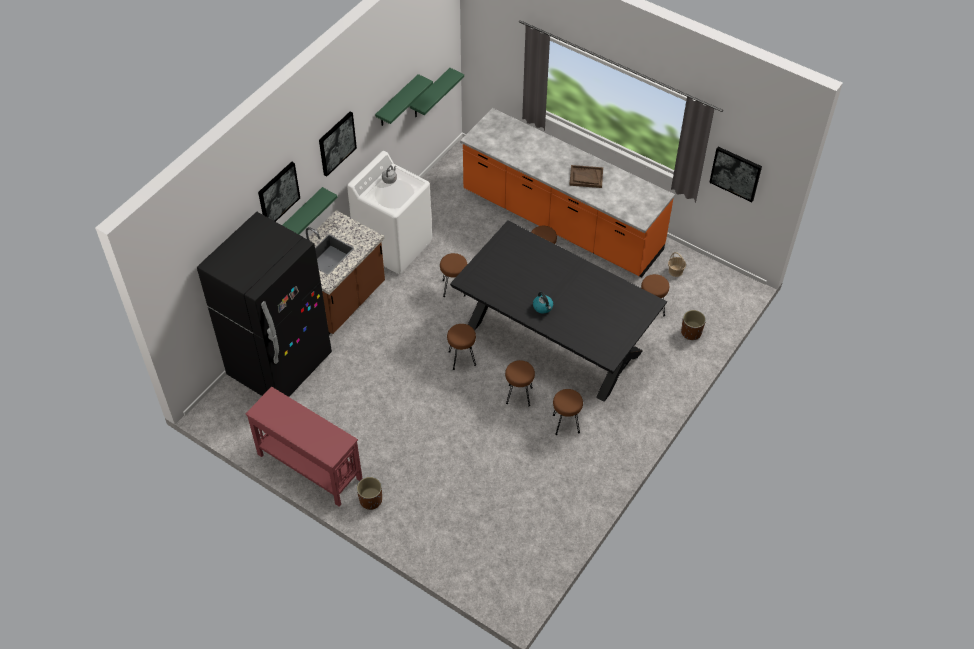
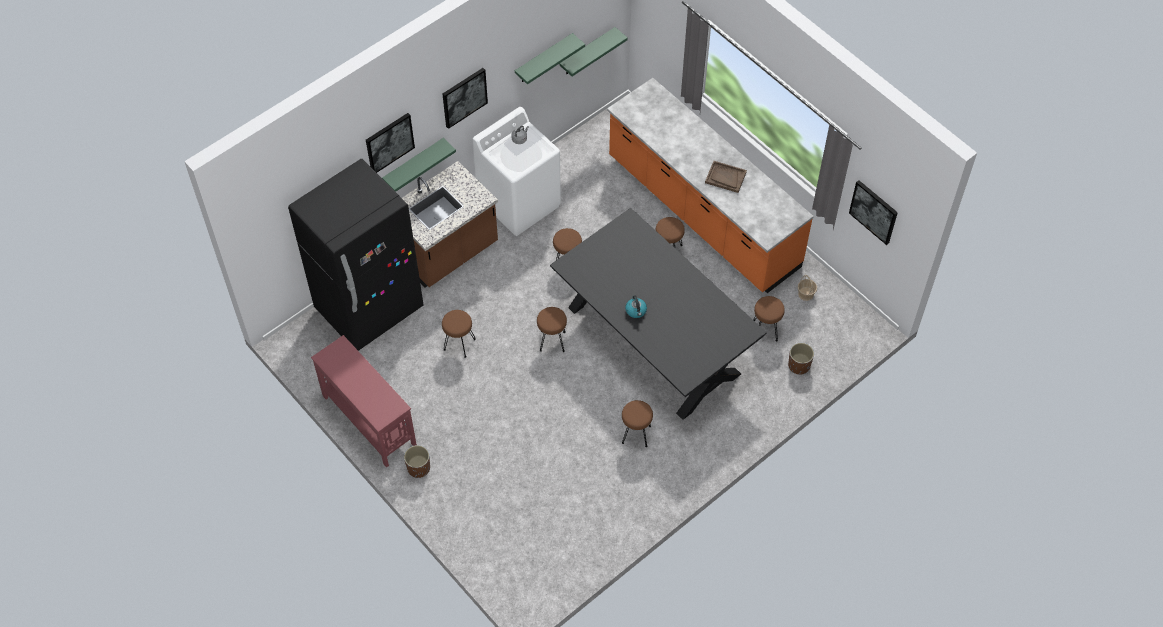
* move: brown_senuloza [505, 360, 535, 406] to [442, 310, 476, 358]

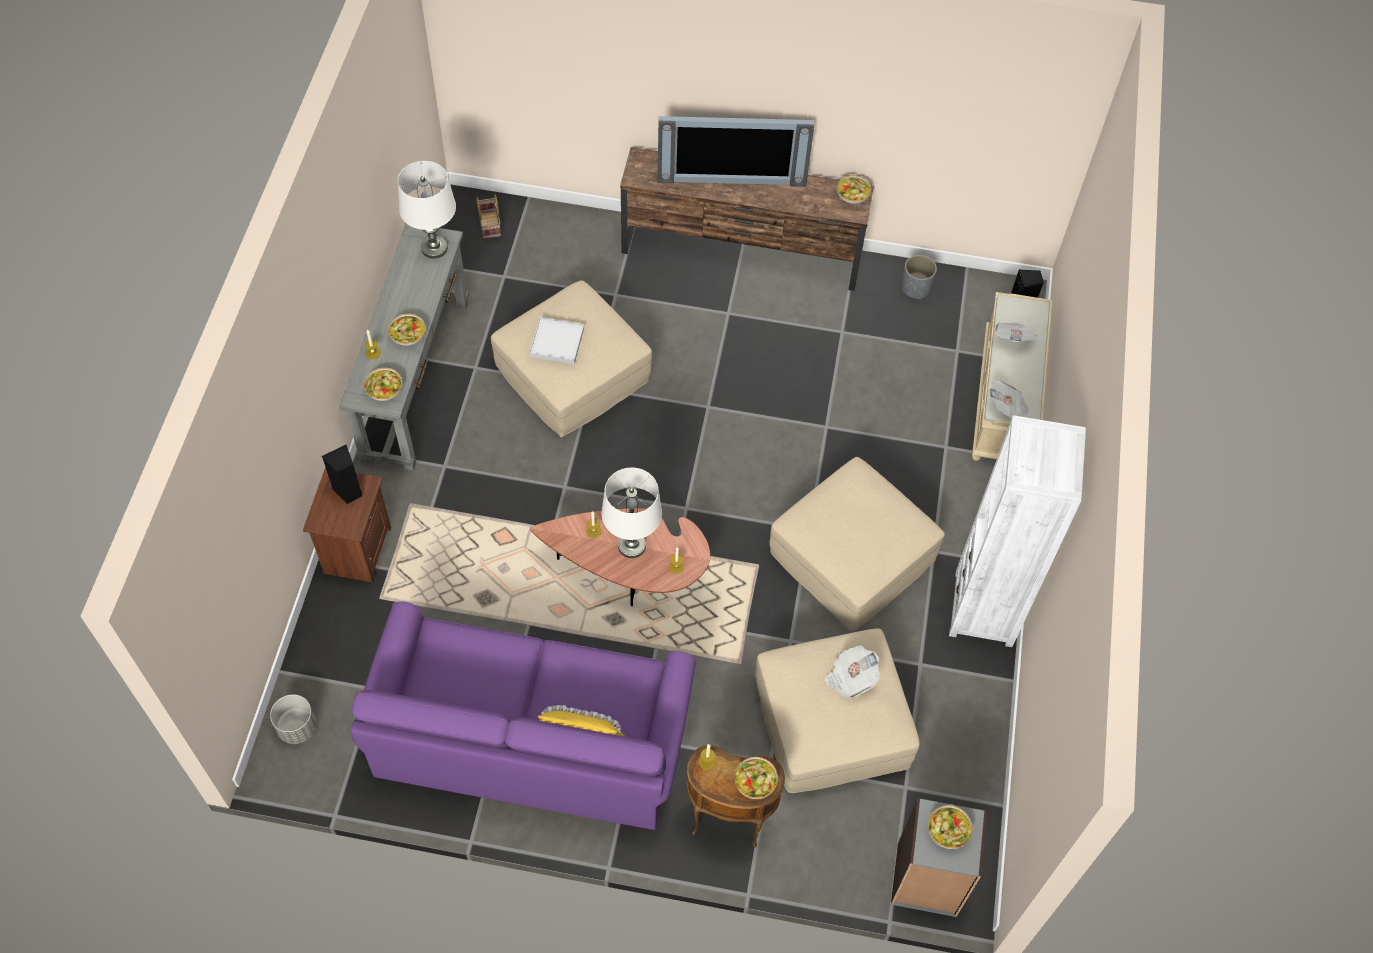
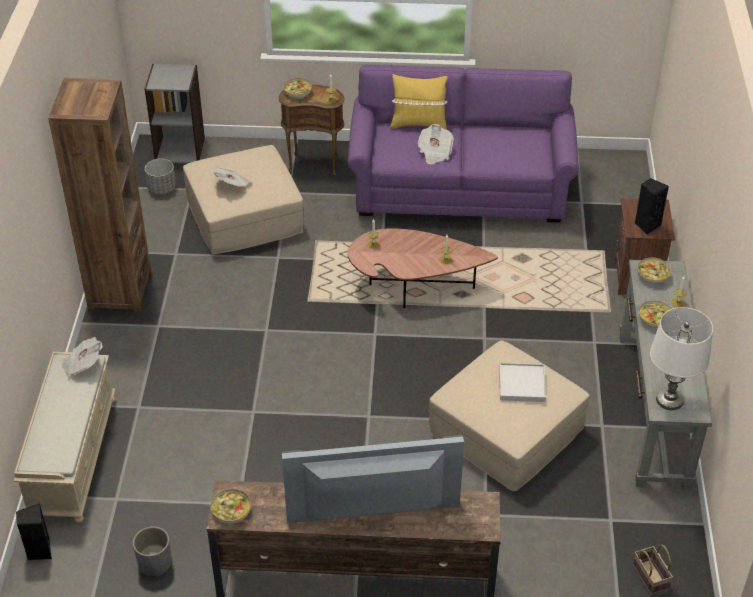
* recolor: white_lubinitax [949, 415, 1086, 647] to brown_lubinitax [48, 78, 152, 315]
* move: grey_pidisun [270, 694, 317, 744] to [145, 159, 176, 194]
* move: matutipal [994, 322, 1037, 342] to [417, 124, 454, 164]
* delete: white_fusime [601, 467, 662, 558]
* delete: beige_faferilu [769, 457, 945, 631]
* delete: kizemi [928, 805, 973, 849]

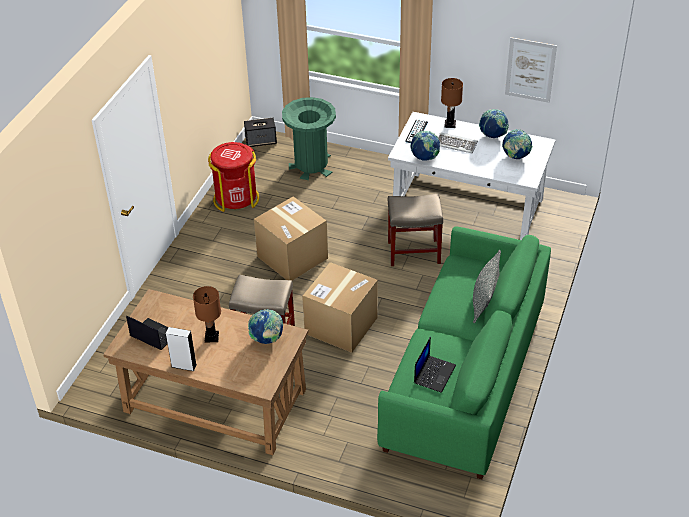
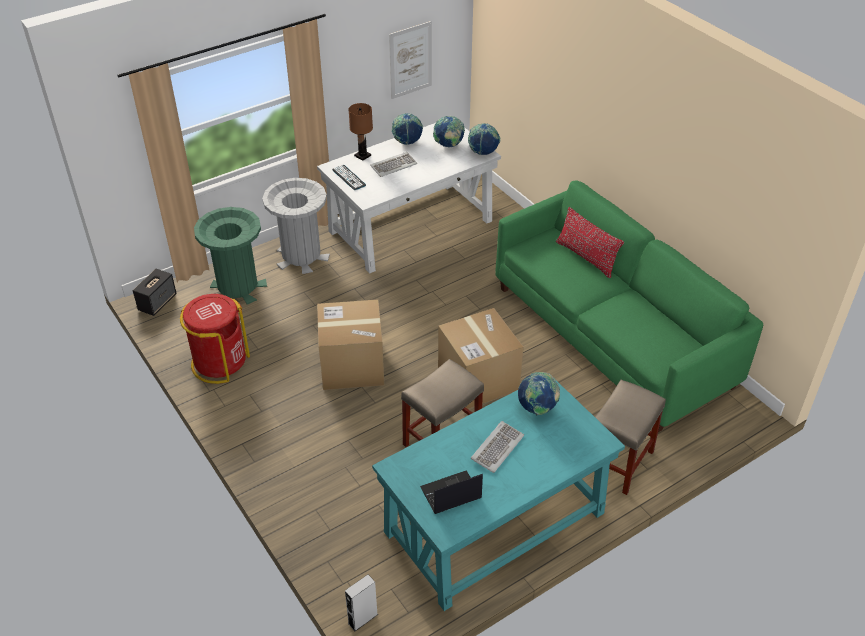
* insert: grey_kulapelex [262, 178, 330, 274]
* move: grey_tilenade [166, 327, 197, 371] to [345, 575, 378, 631]
* recolor: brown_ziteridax [103, 289, 309, 455] to turquoise_ziteridax [372, 381, 625, 611]
* move: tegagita [410, 131, 440, 160] to [468, 123, 500, 155]
* replace: brown_fusime [193, 286, 221, 342] to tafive [471, 421, 524, 473]
* recolor: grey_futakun [473, 250, 501, 323] to red_futakun [556, 207, 624, 278]
* move: beige_senuloza [388, 194, 443, 266] to [595, 380, 666, 495]
* delete: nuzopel [414, 337, 456, 393]

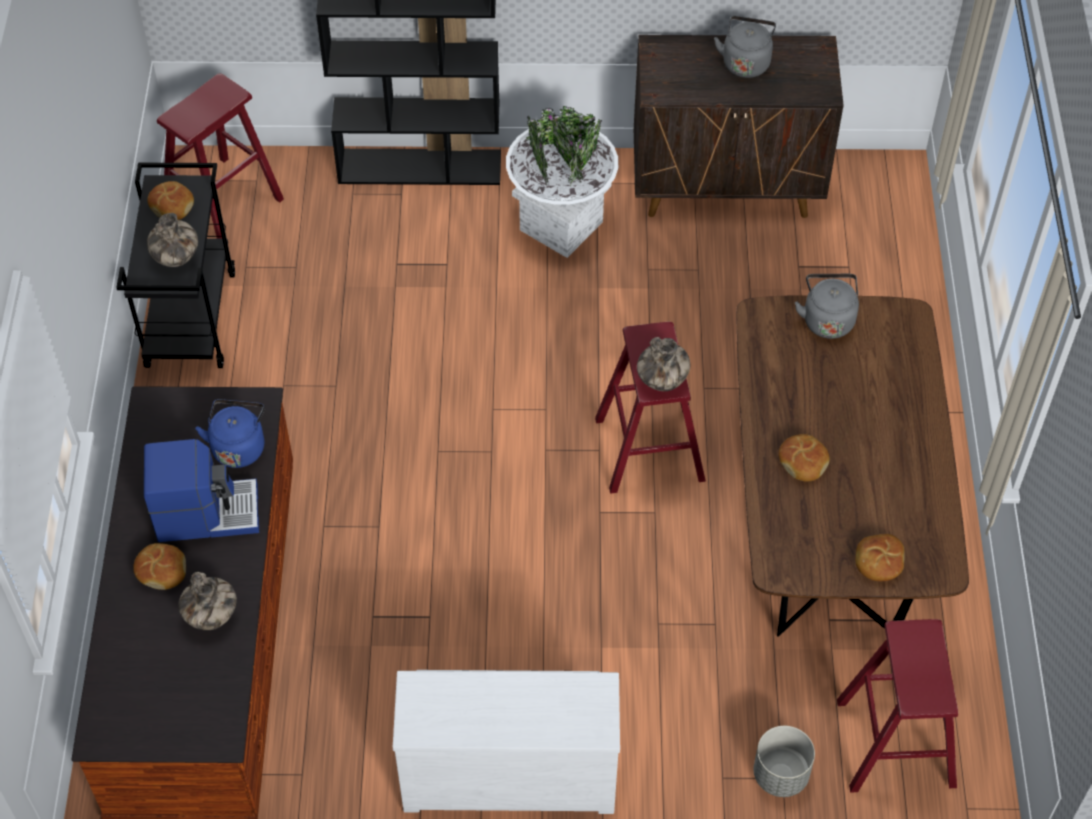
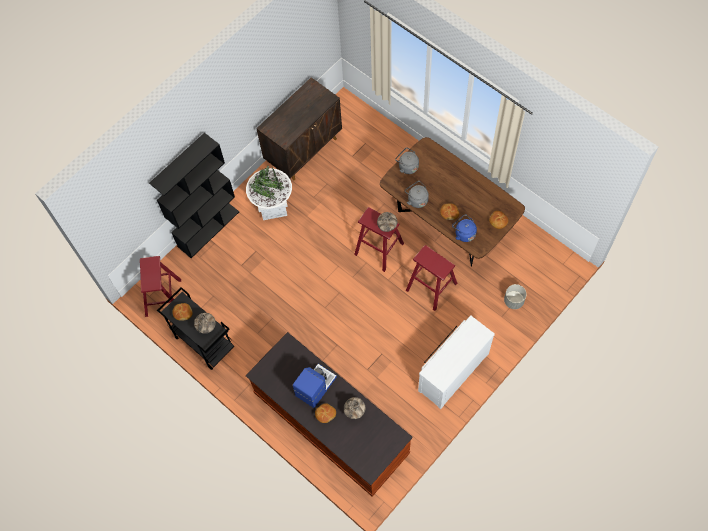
* move: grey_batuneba [714, 16, 776, 78] to [405, 181, 429, 208]
* move: red_senuloza [837, 619, 958, 793] to [406, 245, 458, 311]
* move: blue_batuneba [195, 399, 265, 468] to [452, 214, 477, 242]

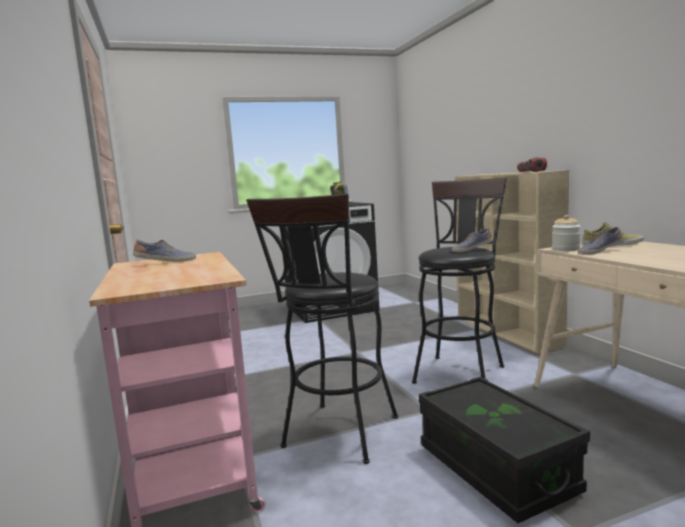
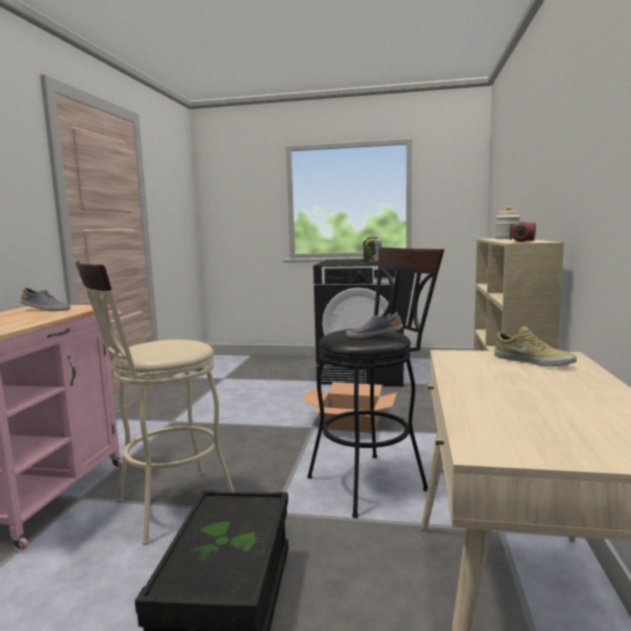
* recolor: black_senuloza [246, 194, 398, 464] to beige_senuloza [75, 260, 234, 545]
* insert: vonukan [301, 382, 397, 433]
* move: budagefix [552, 215, 581, 251] to [495, 206, 521, 239]
* delete: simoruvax [578, 227, 623, 255]

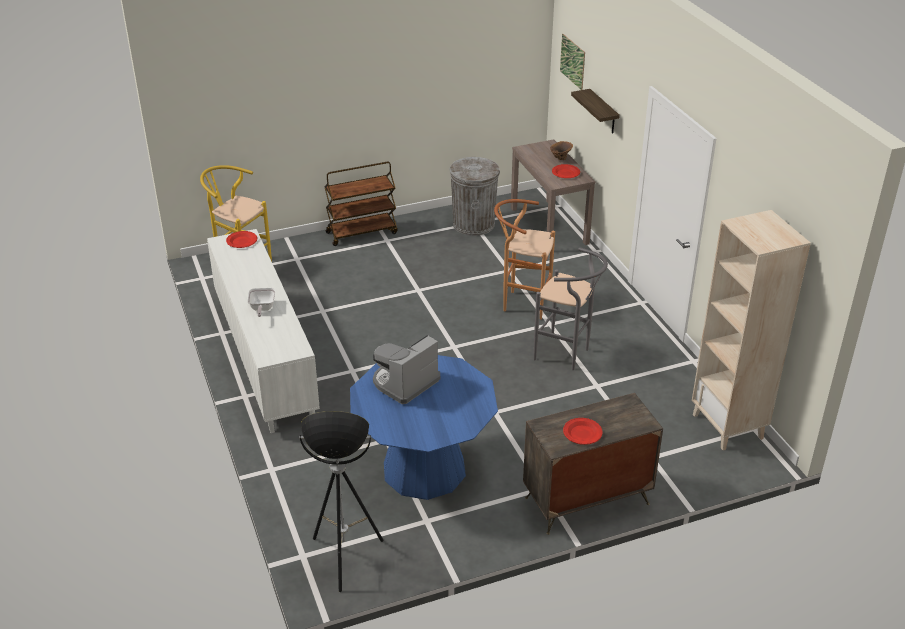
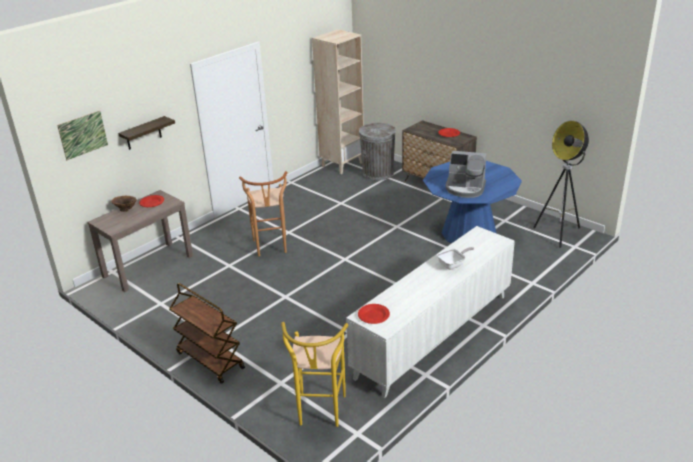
* move: grey_kulapelex [449, 157, 500, 236] to [359, 123, 396, 181]
* delete: grey_senuloza [534, 247, 608, 370]

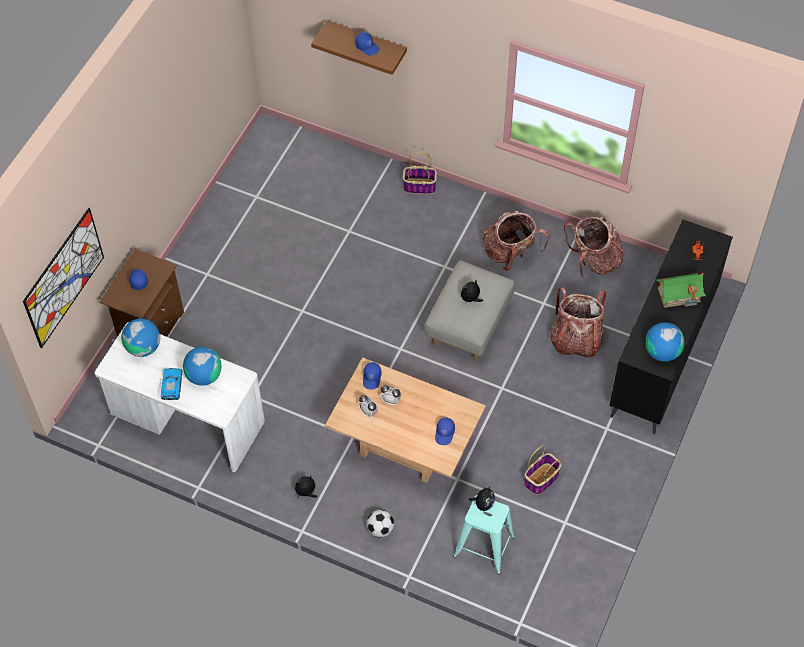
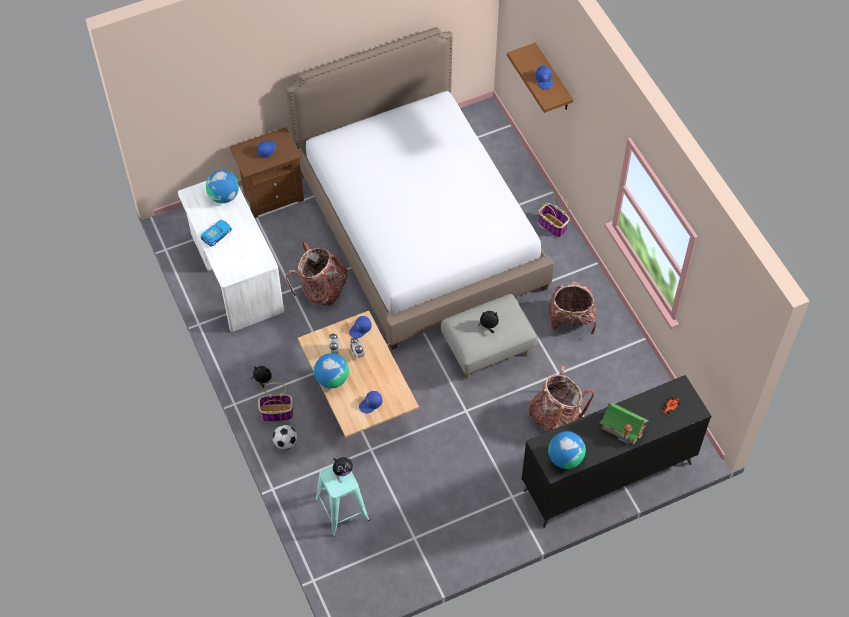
* move: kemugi [524, 445, 561, 495] to [258, 383, 293, 422]
* insert: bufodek [286, 27, 554, 350]
* move: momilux [564, 217, 625, 280] to [286, 241, 348, 306]
* move: tegagita [183, 347, 221, 386] to [314, 353, 349, 389]
* delete: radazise [23, 208, 104, 348]

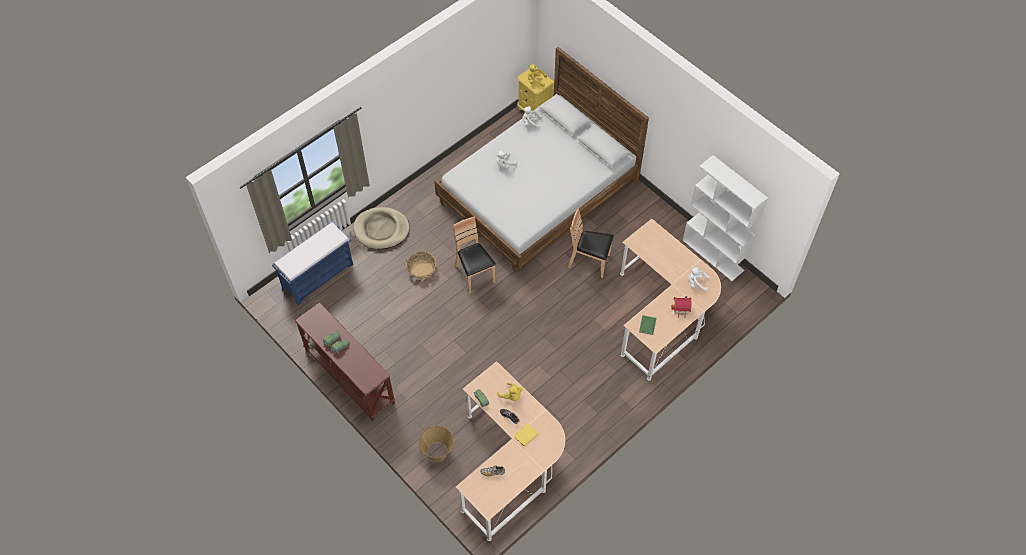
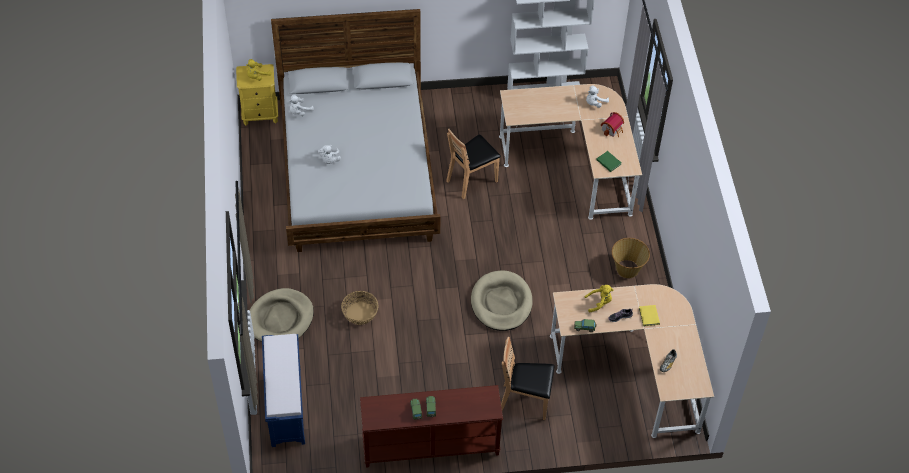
* insert: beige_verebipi [471, 270, 532, 331]
* move: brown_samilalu [453, 217, 496, 294] to [501, 337, 555, 420]
* move: kemugi [419, 425, 454, 462] to [612, 238, 650, 278]

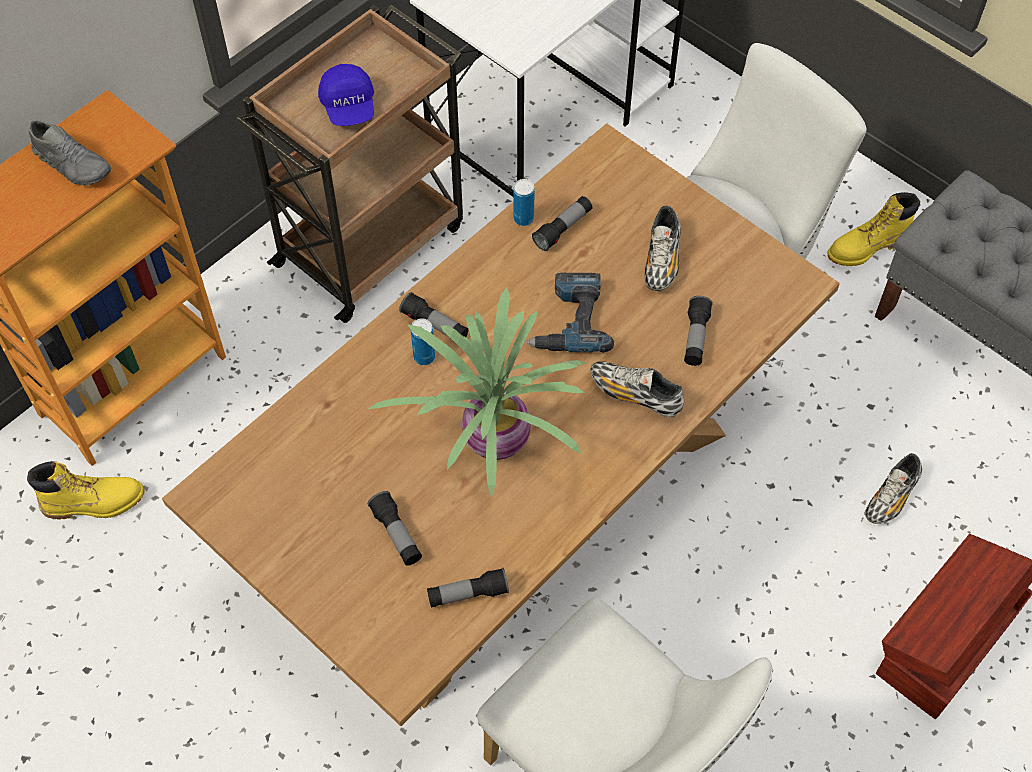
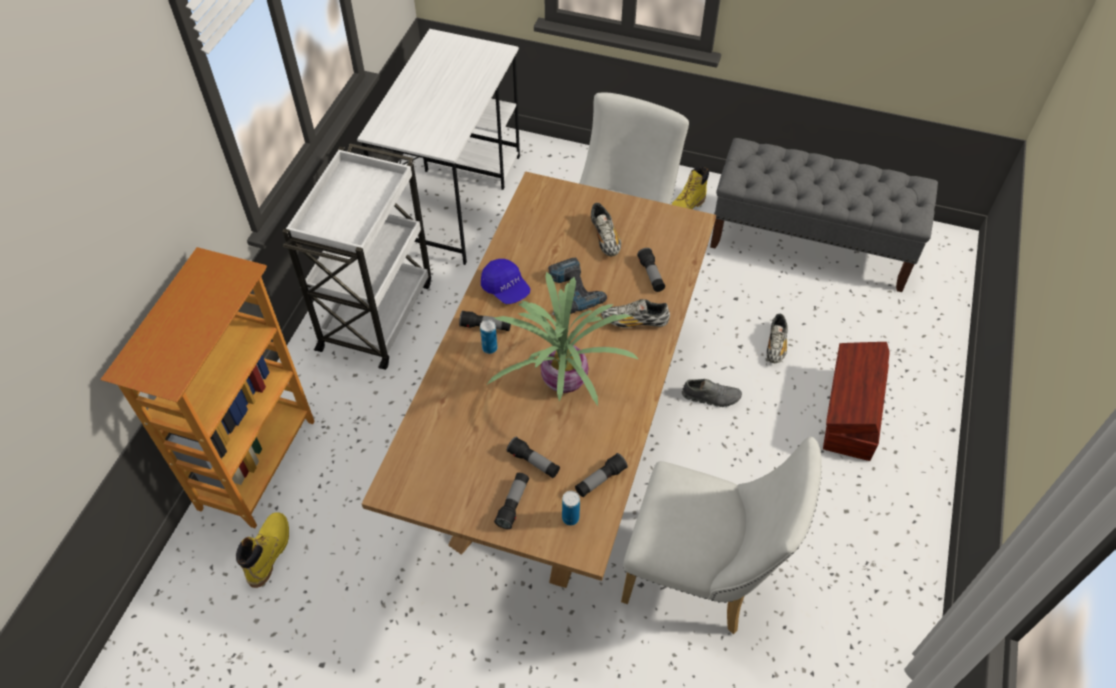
* rotate: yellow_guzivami [27, 461, 145, 520] = [236, 512, 289, 588] 45 degrees counterclockwise
* recolor: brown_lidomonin [236, 5, 463, 323] to white_lidomonin [282, 144, 431, 370]
* move: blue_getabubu [318, 64, 374, 126] to [481, 259, 530, 304]
* move: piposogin [532, 196, 592, 251] to [494, 473, 529, 529]
* move: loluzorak [513, 179, 535, 226] to [562, 491, 580, 525]
* move: grey_simoruvax [28, 119, 111, 185] to [682, 379, 742, 407]

